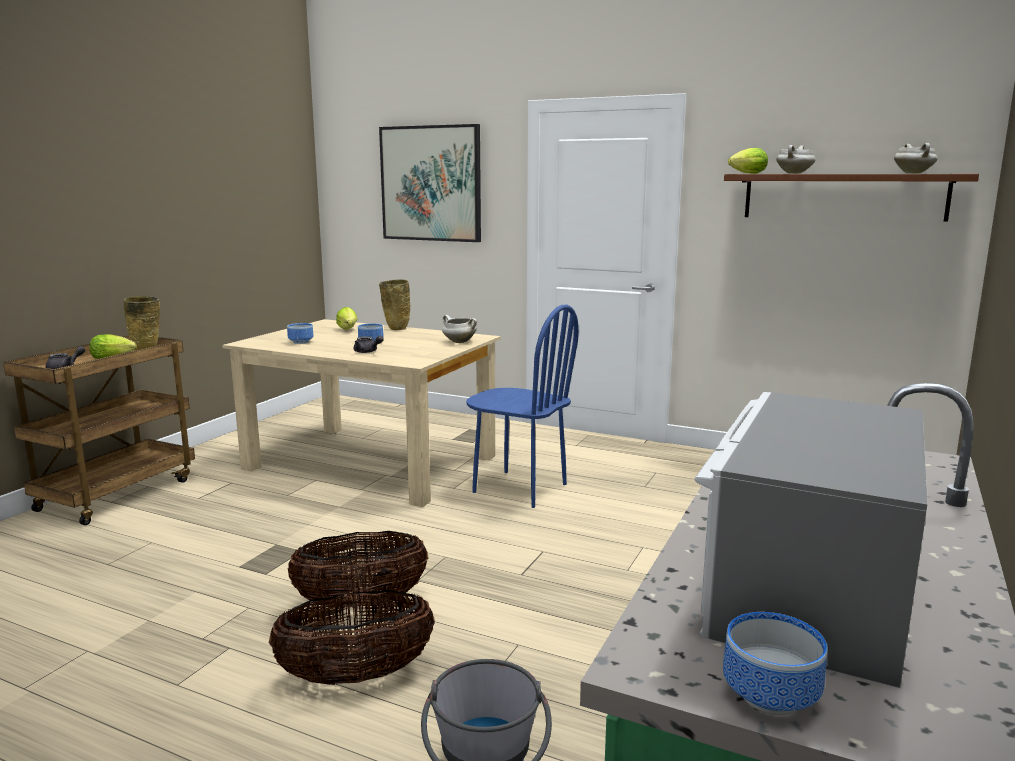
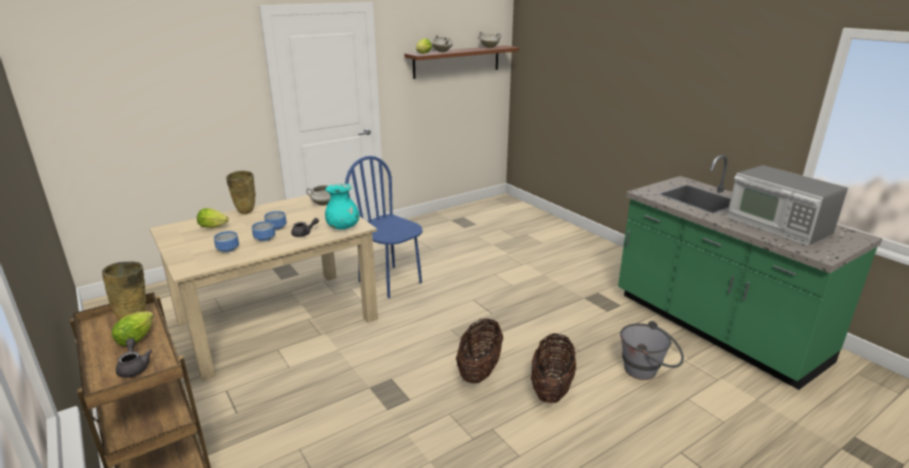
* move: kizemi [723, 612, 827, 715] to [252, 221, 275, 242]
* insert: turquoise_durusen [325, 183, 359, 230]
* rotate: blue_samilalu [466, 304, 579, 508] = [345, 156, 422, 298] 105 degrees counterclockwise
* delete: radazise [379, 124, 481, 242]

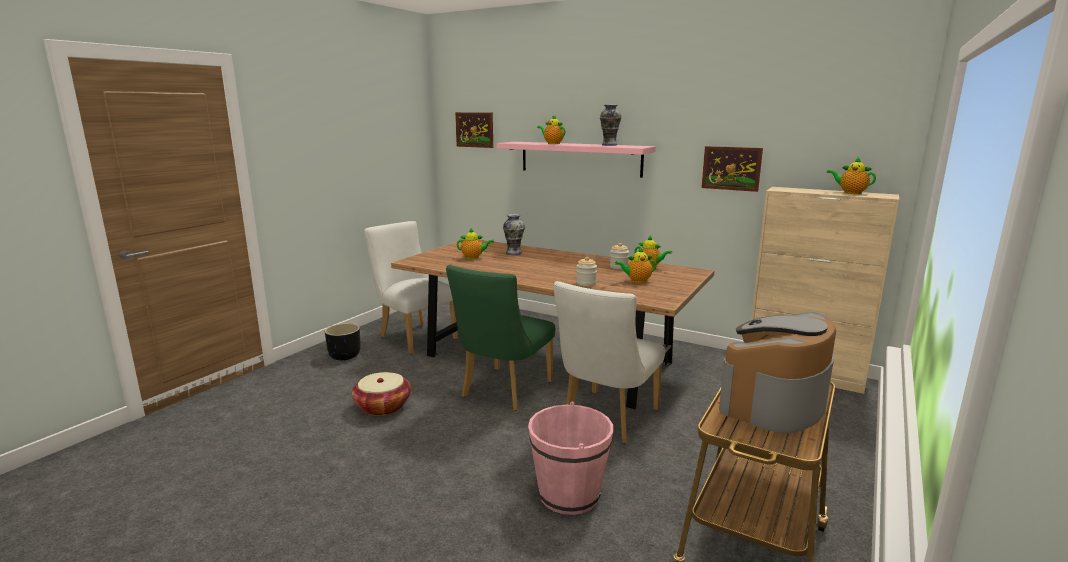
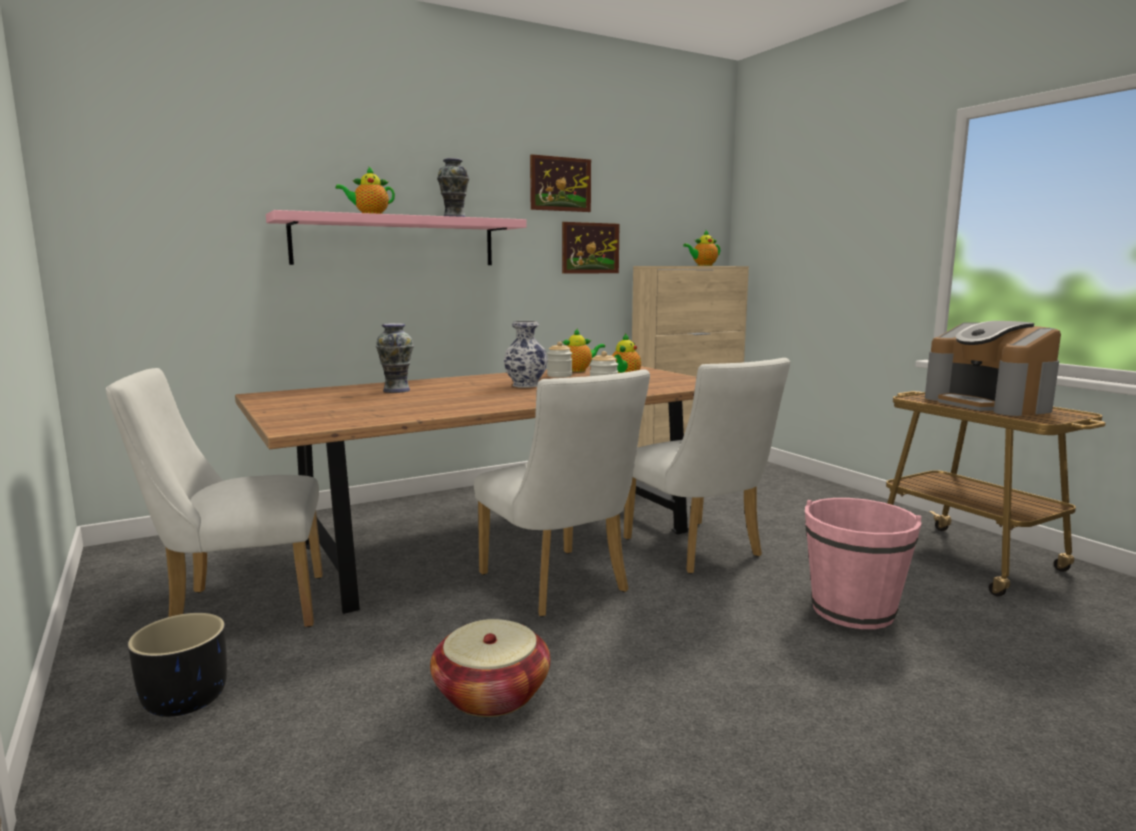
* recolor: green_samilalu [446, 265, 555, 411] to white_samilalu [474, 369, 650, 617]
* insert: durusen [504, 321, 548, 388]
* move: radazise [455, 112, 493, 148] to [530, 154, 591, 212]
* delete: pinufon [457, 228, 494, 259]

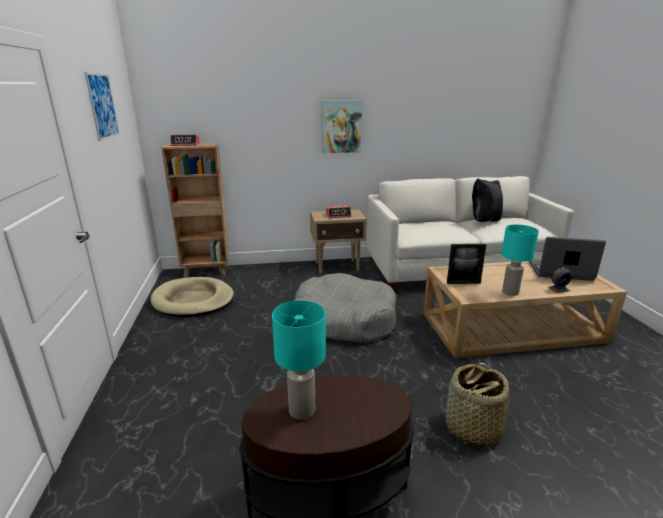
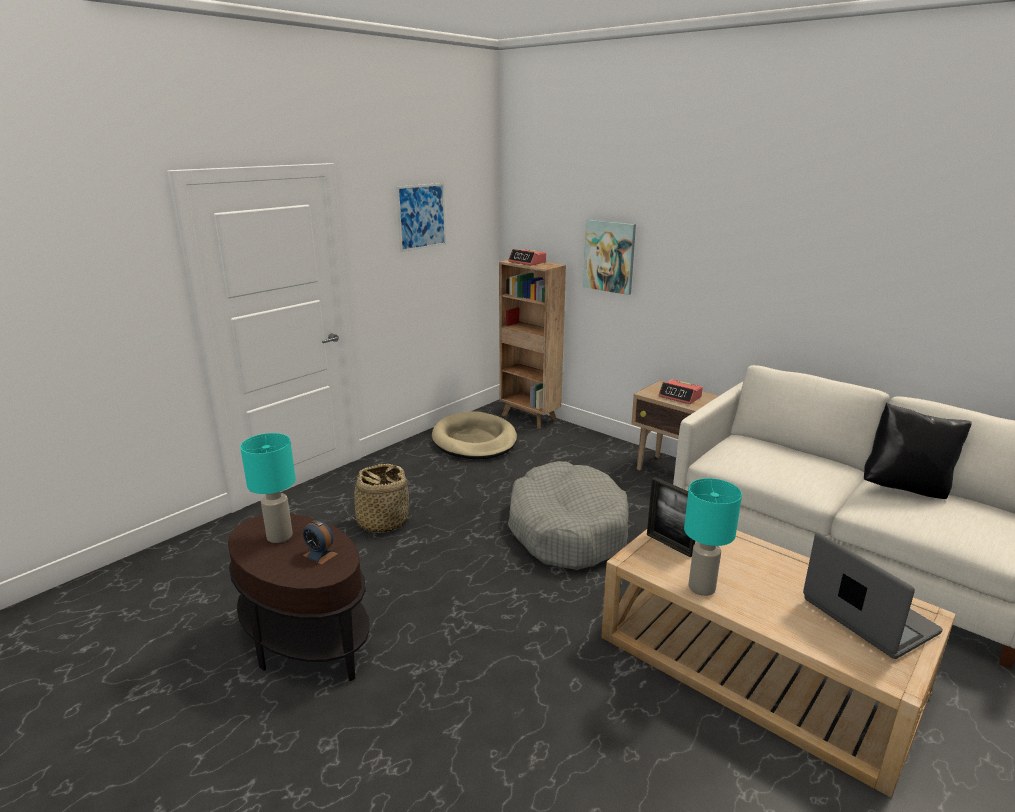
* move: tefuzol [548, 267, 572, 293] to [303, 520, 338, 565]
* move: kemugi [445, 363, 509, 447] to [343, 464, 415, 533]
* move: radazise [322, 101, 362, 153] to [583, 219, 636, 295]

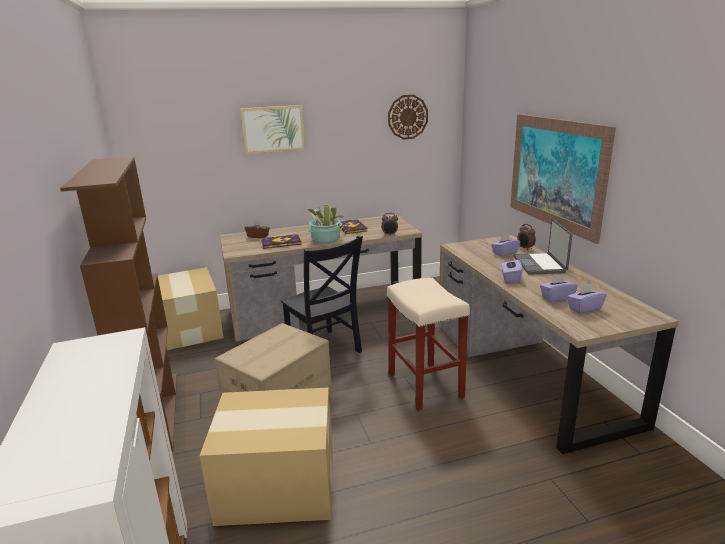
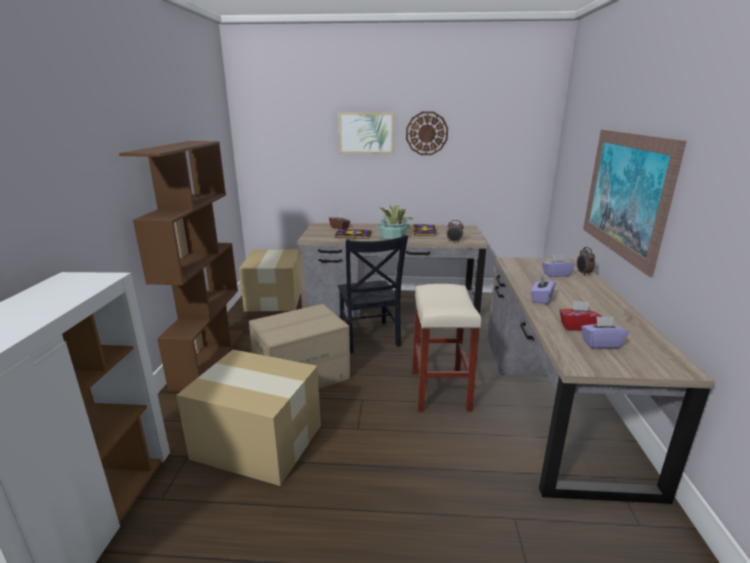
* move: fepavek [388, 95, 428, 140] to [406, 112, 448, 155]
* recolor: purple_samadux [540, 274, 578, 302] to red_samadux [559, 301, 602, 331]
* delete: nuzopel [513, 219, 572, 275]

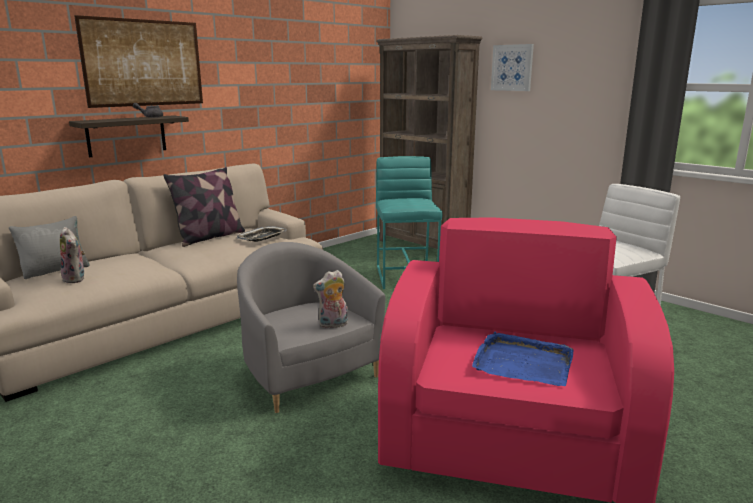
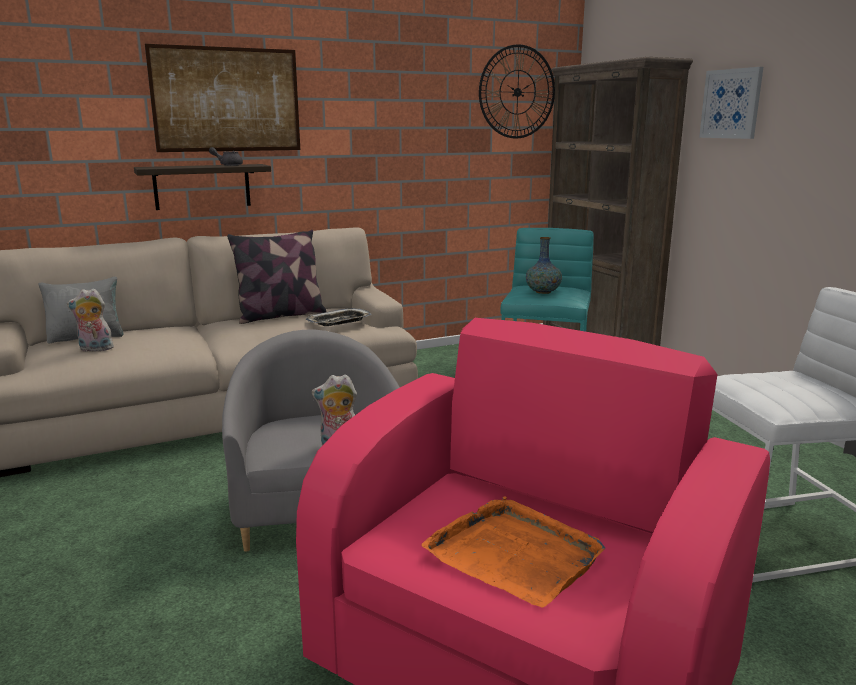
* rotate: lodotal [60, 227, 85, 283] = [67, 289, 114, 352] 105 degrees clockwise
* recolor: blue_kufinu [472, 331, 573, 386] to orange_kufinu [421, 496, 605, 608]
* insert: fepavek [479, 44, 555, 139]
* insert: durusen [526, 237, 562, 294]

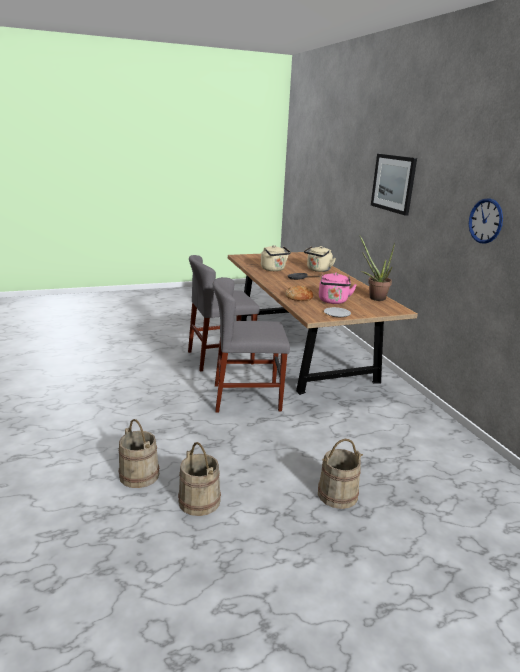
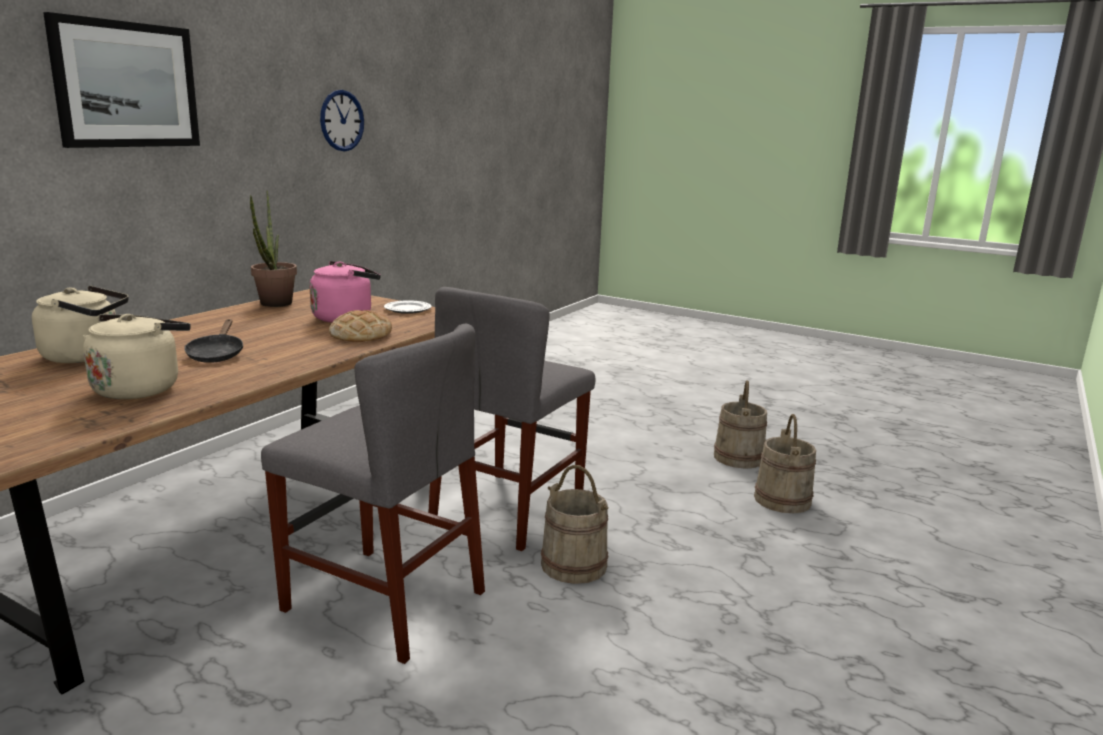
* rotate: grey_samilalu [213, 277, 290, 412] = [428, 287, 595, 551] 75 degrees clockwise
* move: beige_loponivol [318, 439, 363, 509] to [541, 465, 609, 584]

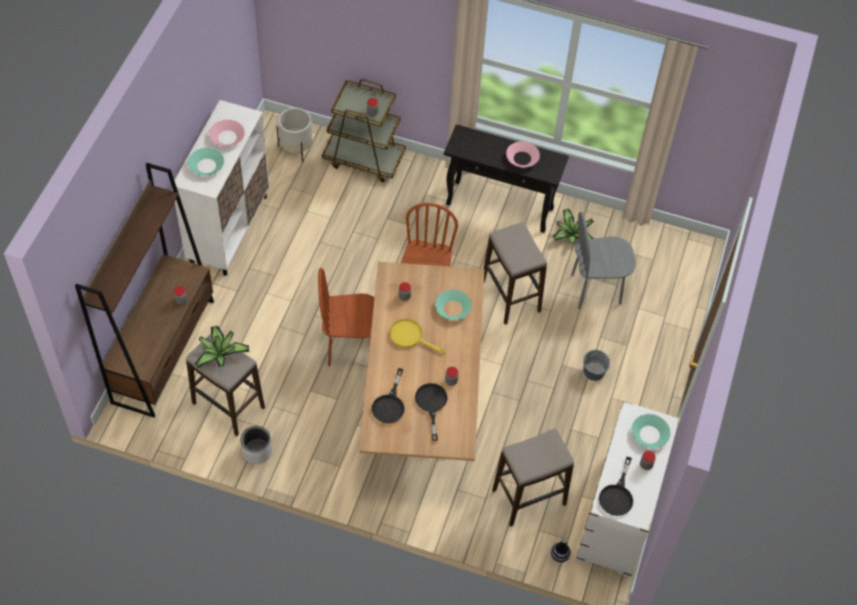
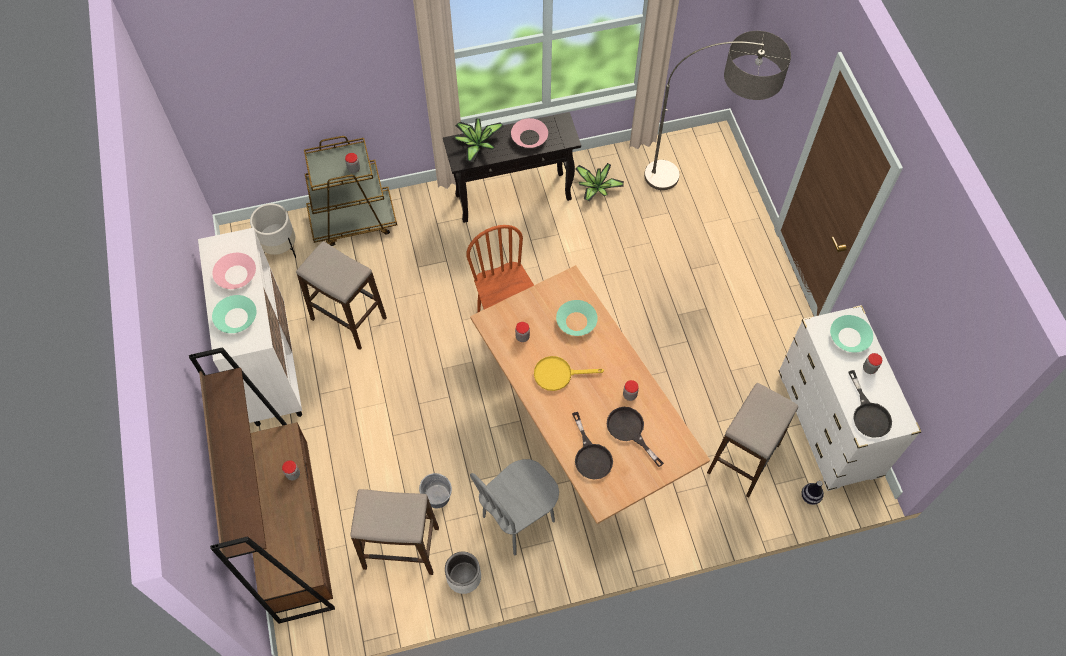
* move: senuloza [484, 222, 547, 325] to [296, 242, 387, 350]
* move: grey_loponivol [583, 350, 610, 381] to [419, 473, 452, 508]
* move: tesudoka [195, 326, 249, 369] to [455, 118, 505, 162]
* move: grey_samilalu [571, 212, 636, 309] to [470, 459, 559, 555]
* insert: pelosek [644, 31, 791, 190]
* delete: brown_samilalu [318, 268, 374, 366]

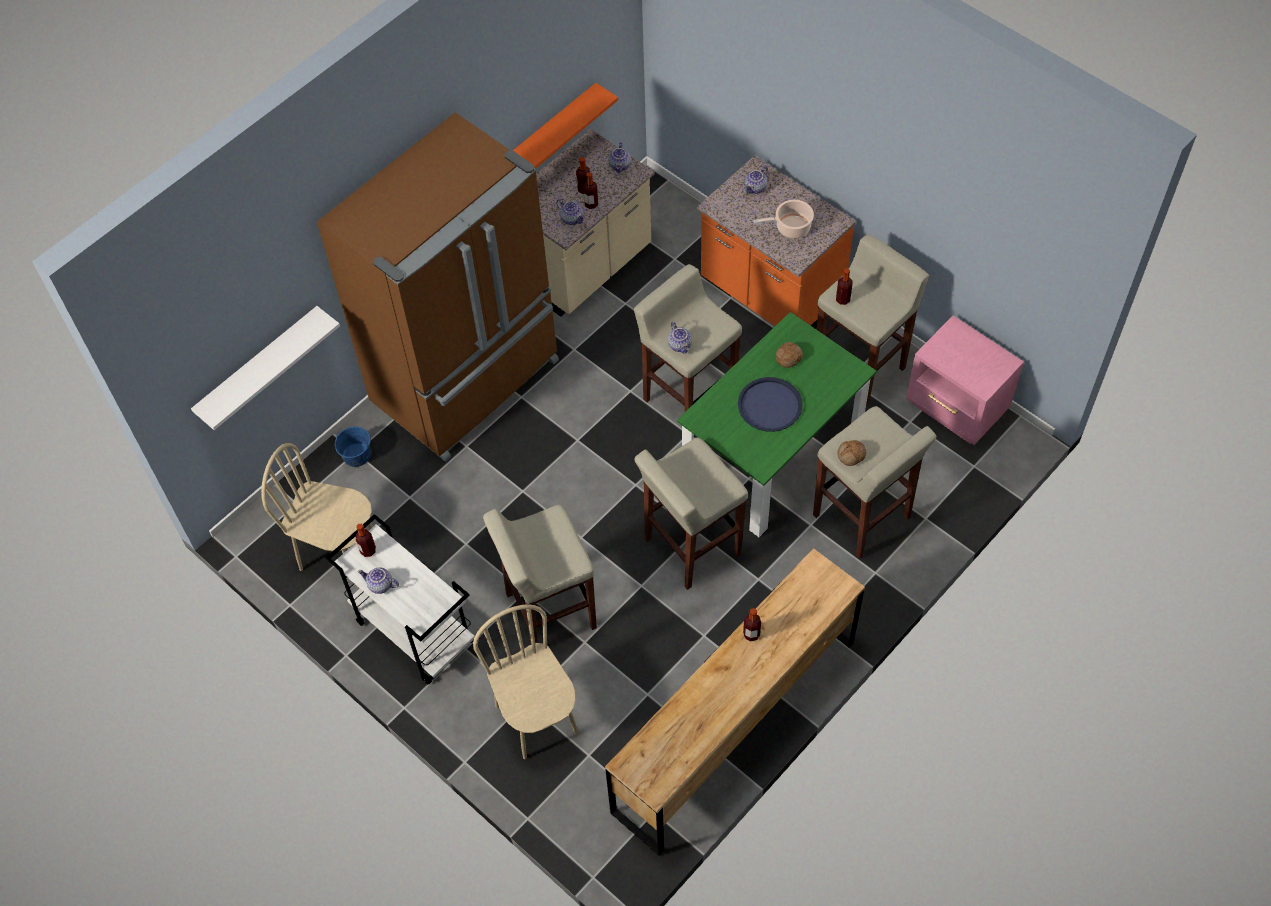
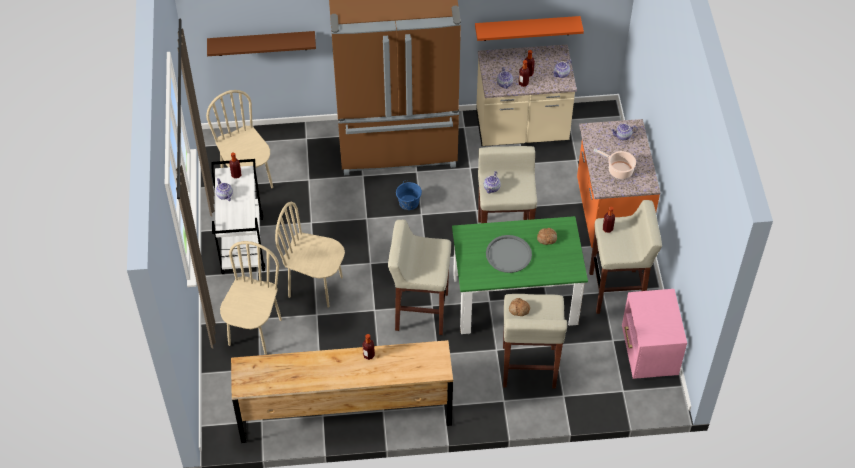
* recolor: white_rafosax [191, 306, 340, 430] to brown_rafosax [207, 31, 316, 56]
* replace: beige_senuloza [483, 505, 597, 645] to beige_samilalu [275, 202, 345, 308]
* move: blue_loponivol [335, 426, 371, 467] to [396, 180, 422, 210]
* recolor: blue_kufinu [738, 377, 803, 432] to grey_kufinu [486, 235, 532, 273]

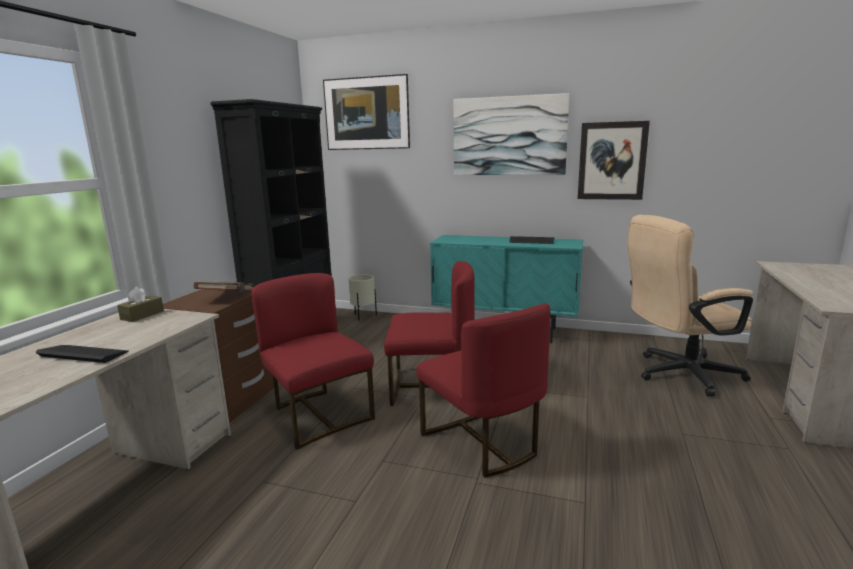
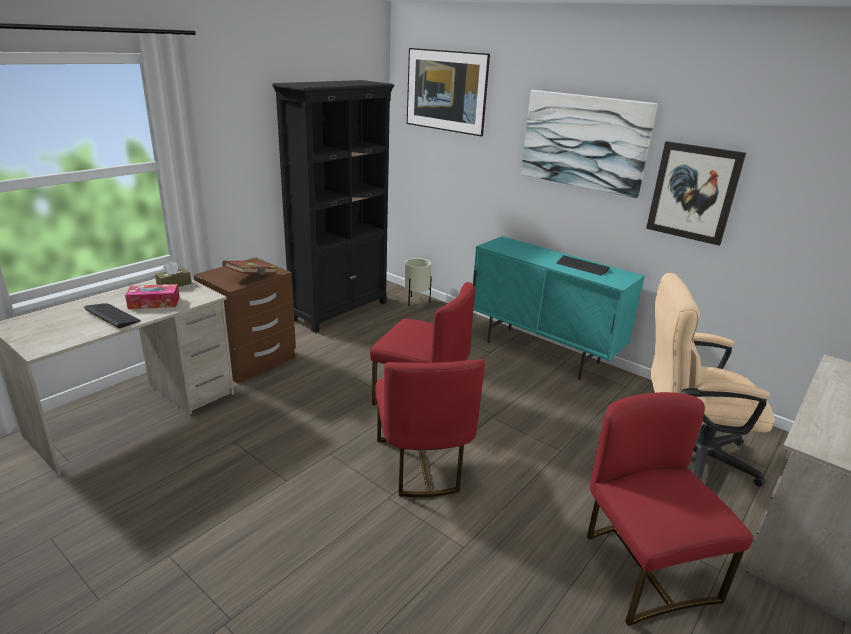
* insert: samadux [125, 284, 179, 309]
* move: red_samilalu [251, 273, 375, 450] to [587, 392, 753, 626]

